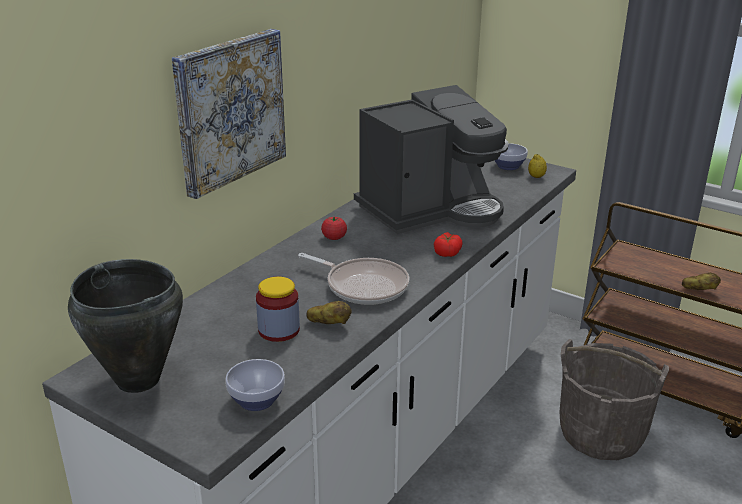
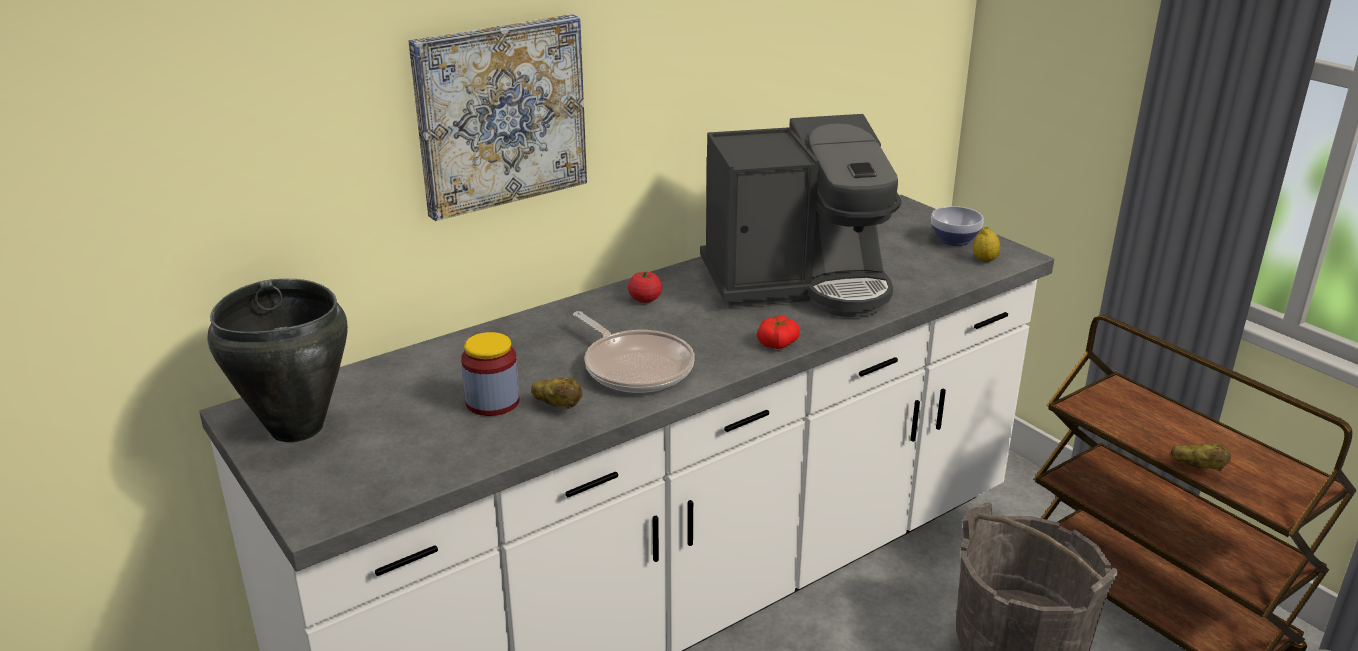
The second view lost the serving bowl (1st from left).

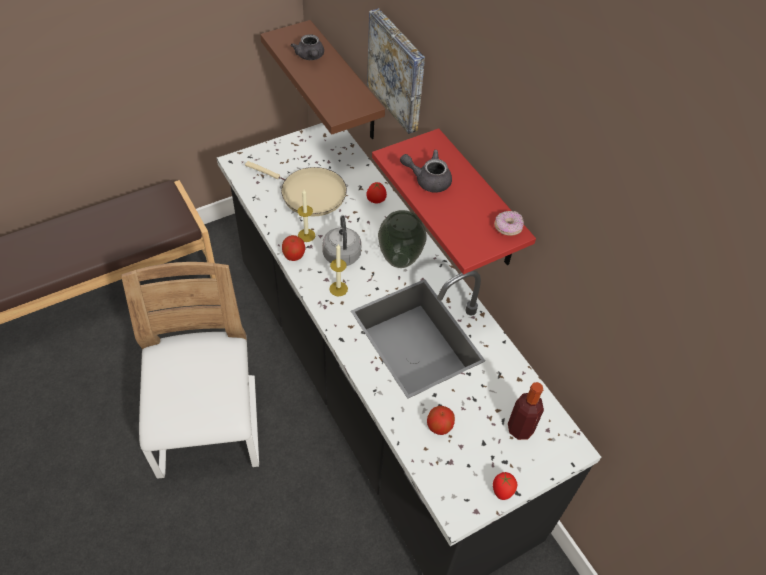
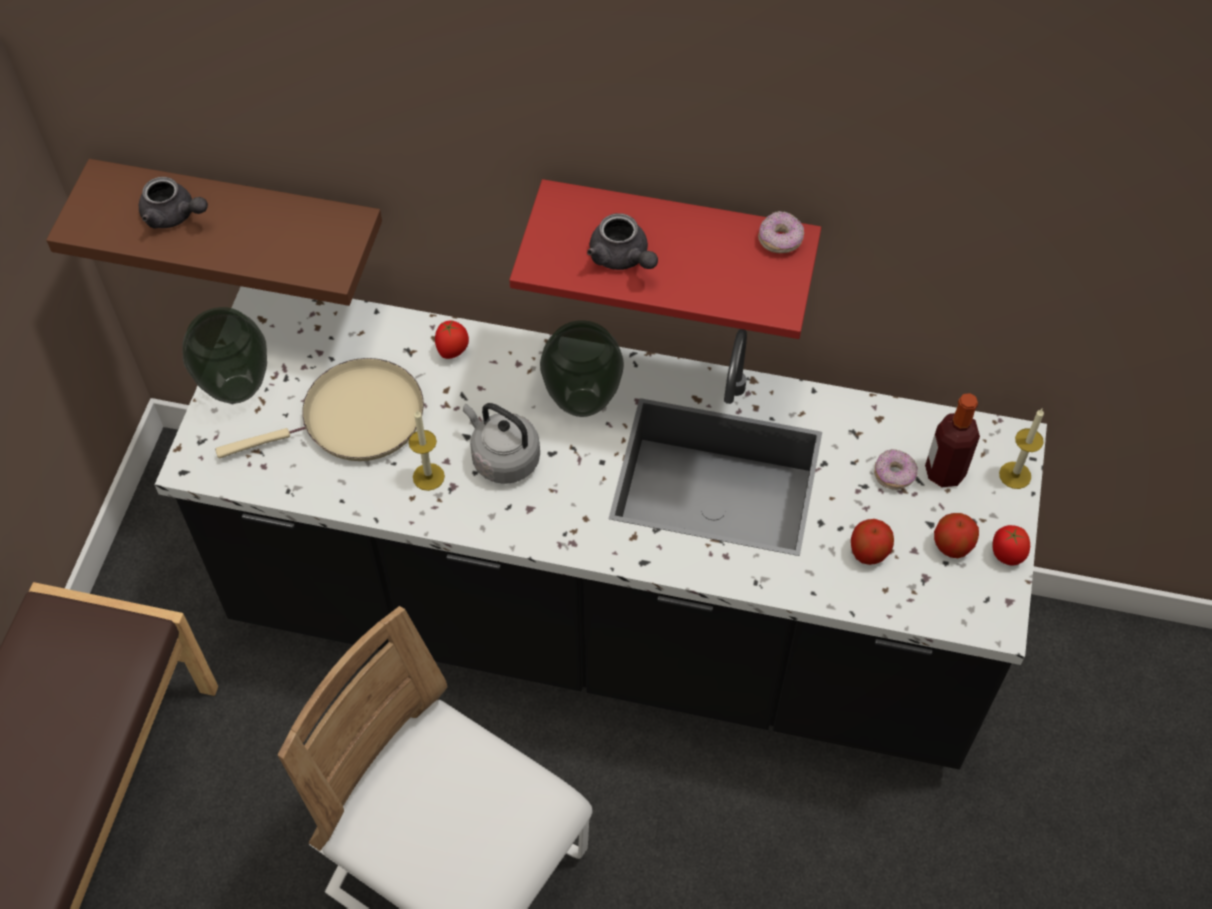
The apple fruit (1st from left in the first image) ended up elsewhere.
The wax candle (2nd from left) ended up elsewhere.
The second view lost the wall art.
The grey tea pot (2nd from left) ended up facing another way, 90 degrees counterclockwise from before.
The second view gained the flower vase (1st from left).
The second view gained the donut (2nd from left).

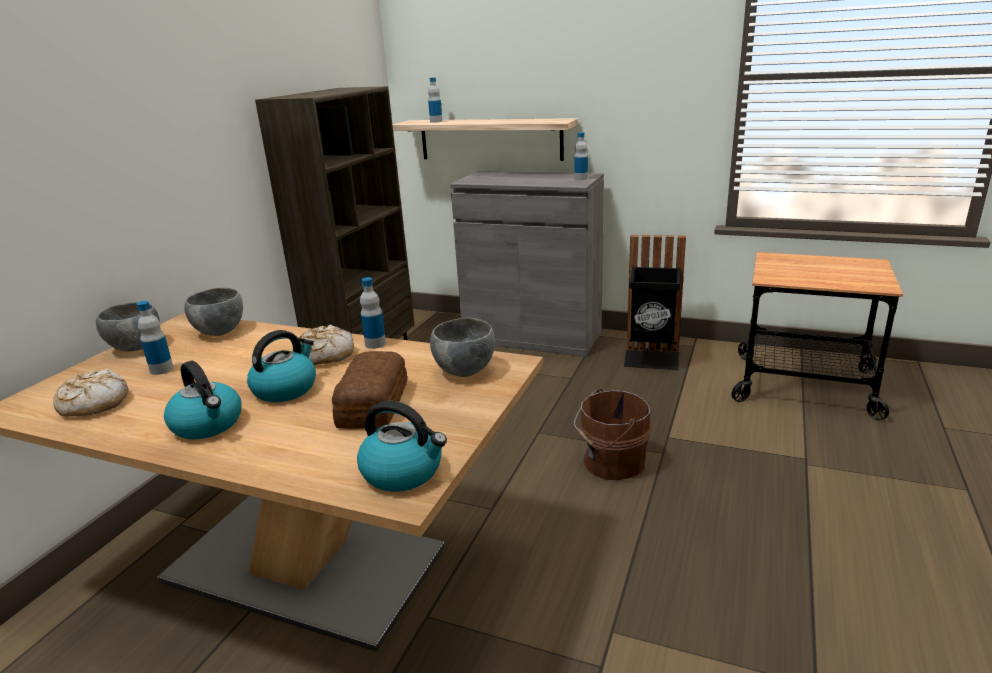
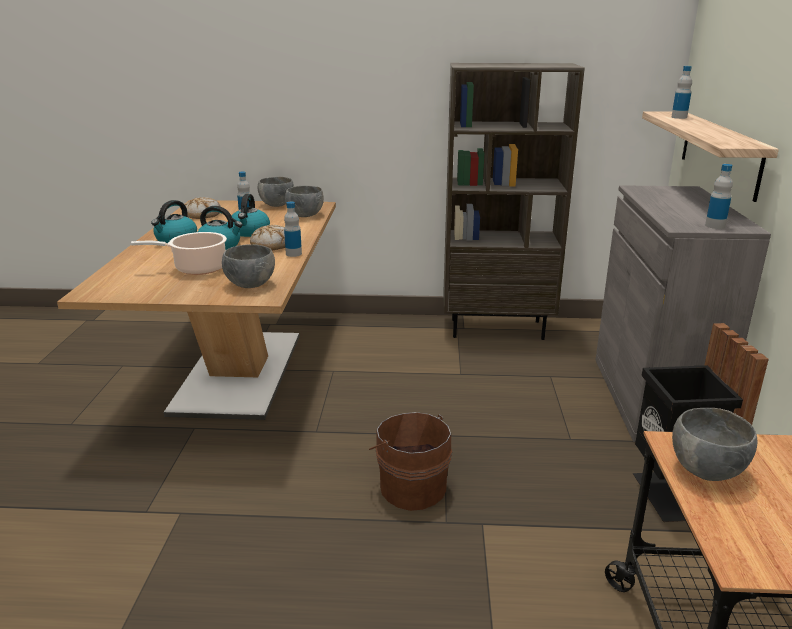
Where the bread (3rd from left) stood, the stockpot came to stand.
The water kettle (3rd from left) ended up elsewhere.
The second view gained the grey serving bowl (4th from left).

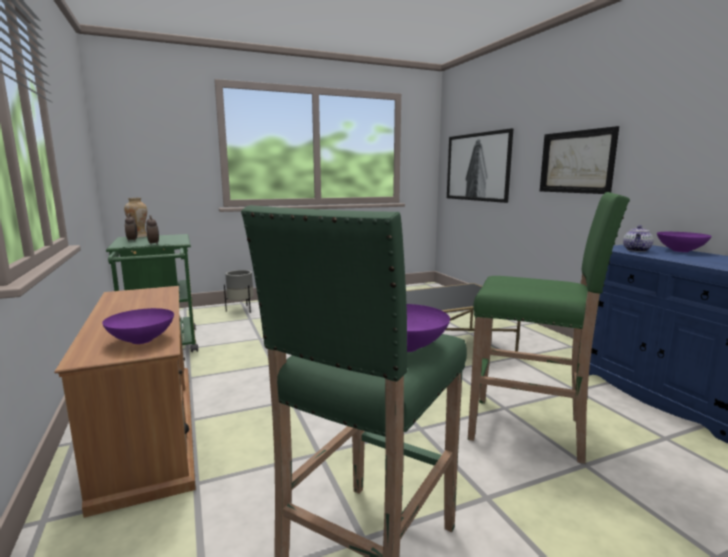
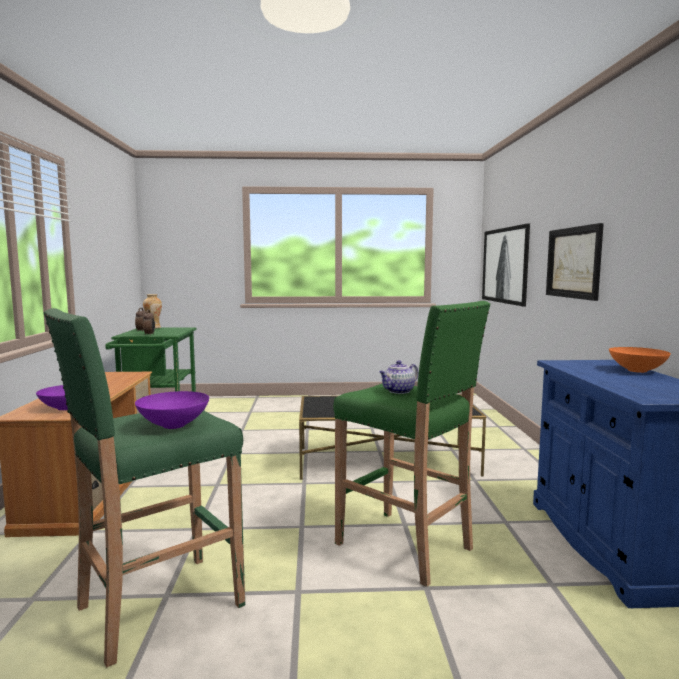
The second view lost the grey planter.
The tea pot ended up elsewhere.
What was the purple-coloured serving bowl (3rd from left) turned into the orangey serving bowl.

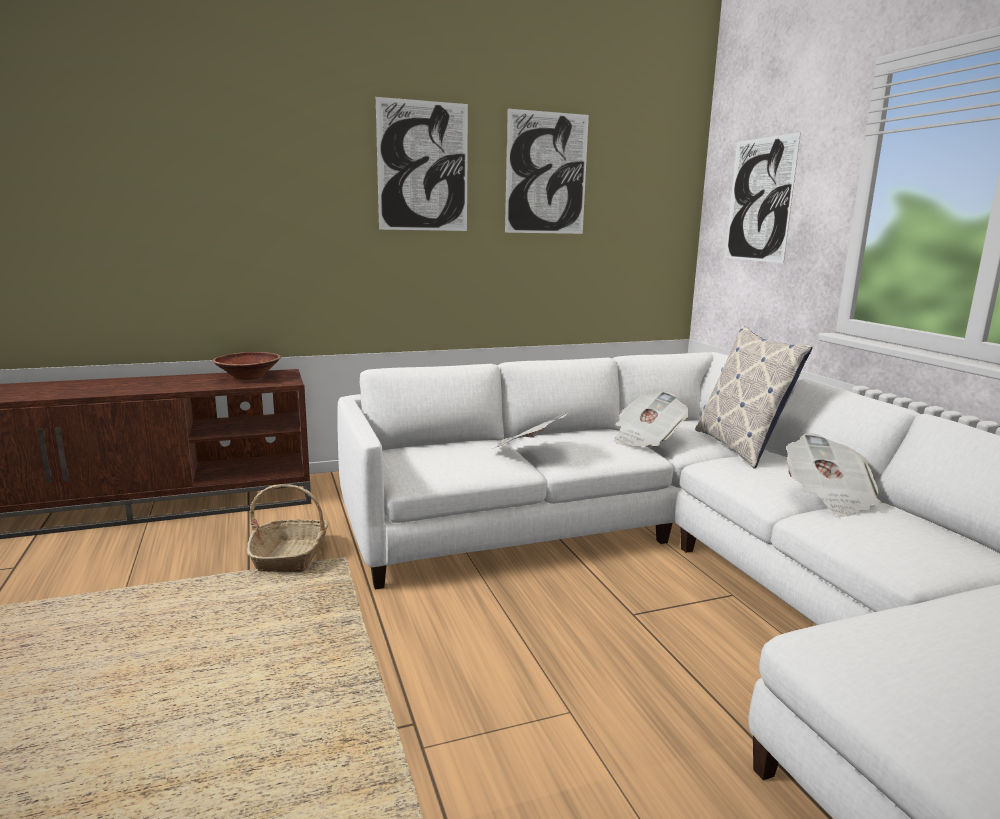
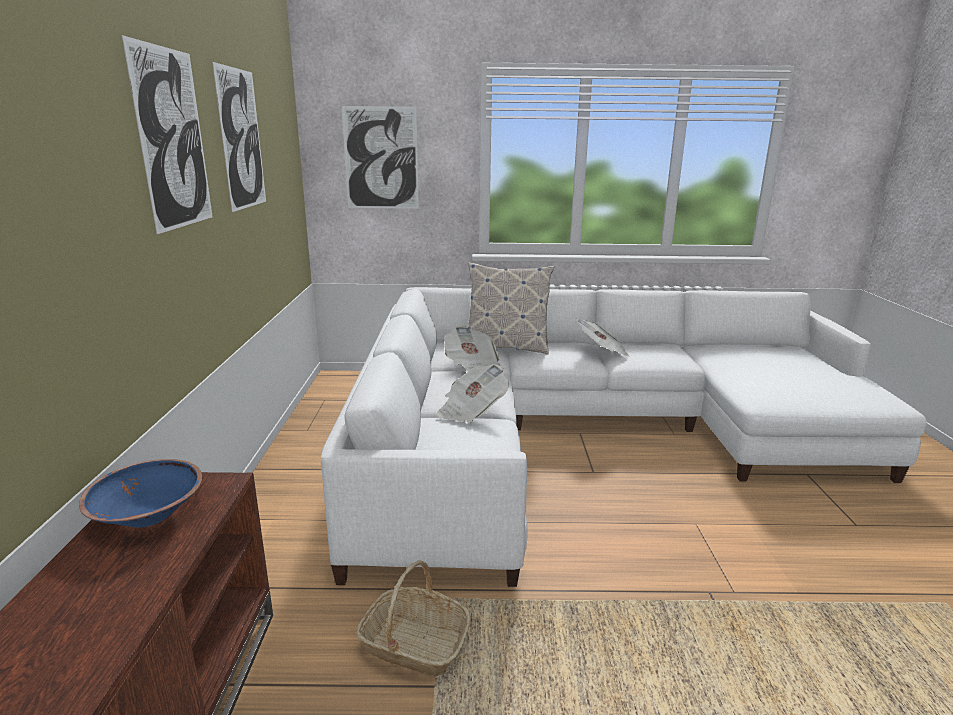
What was the brown-coloured serving bowl turned into the blue serving bowl.

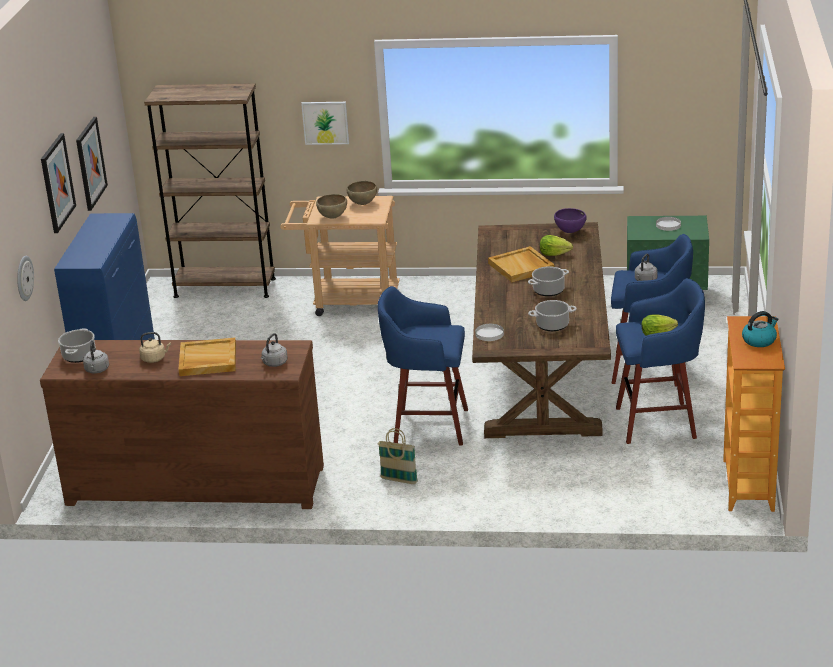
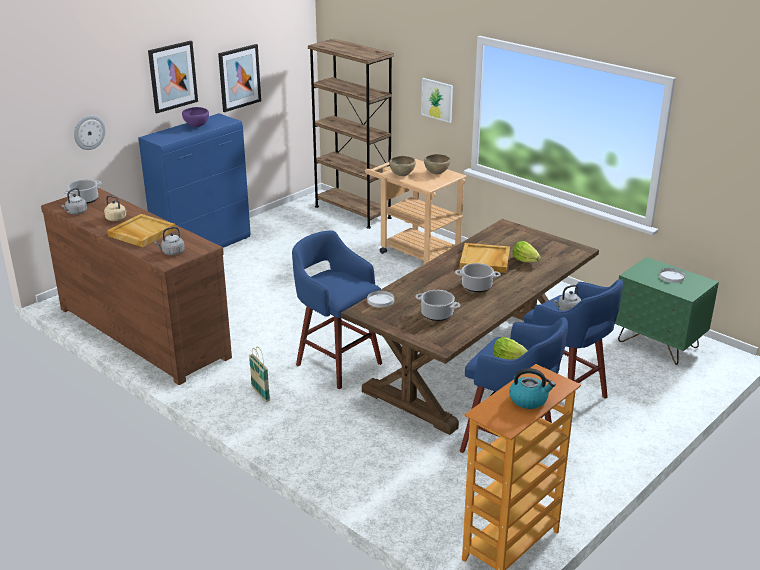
The purple-coloured serving bowl ended up elsewhere.

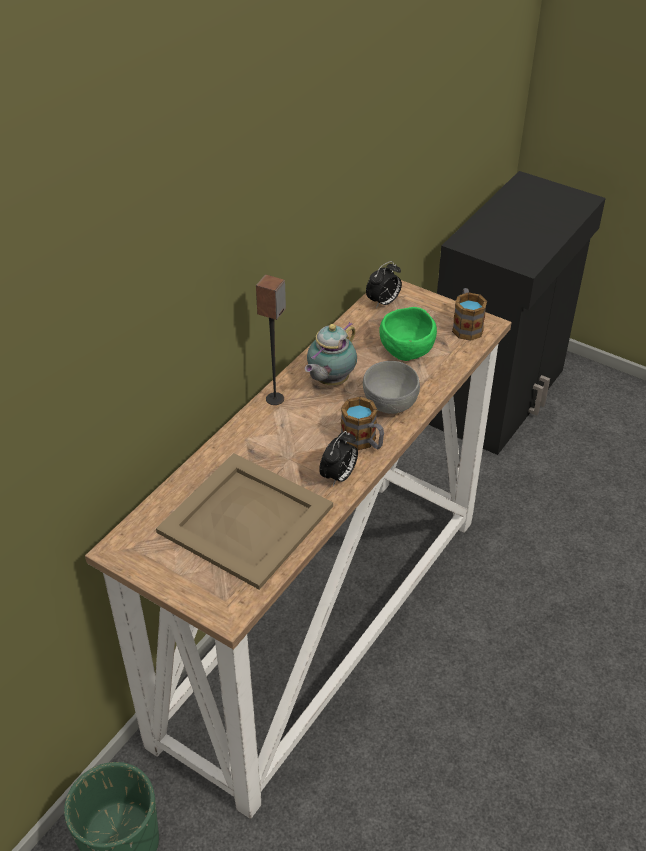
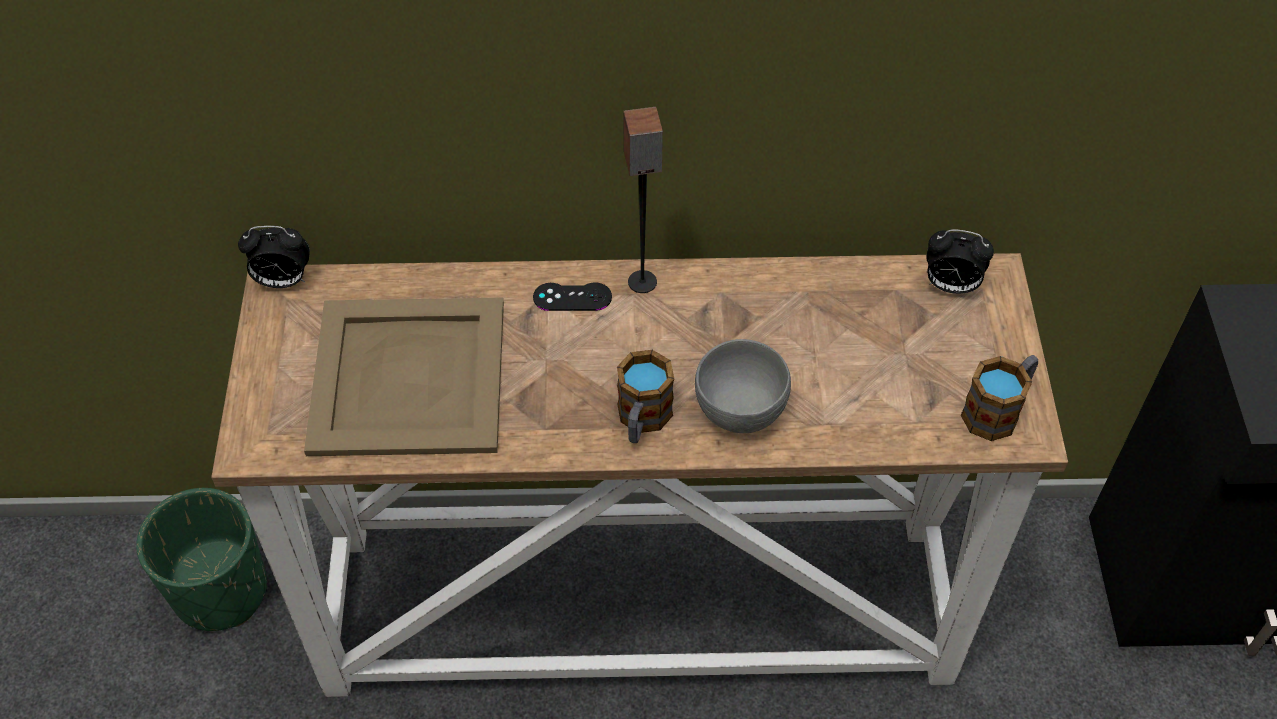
The second view lost the tea pot.
The table clock (1st from left) ended up elsewhere.
The second view lost the green serving bowl.
The second view gained the black joypad.

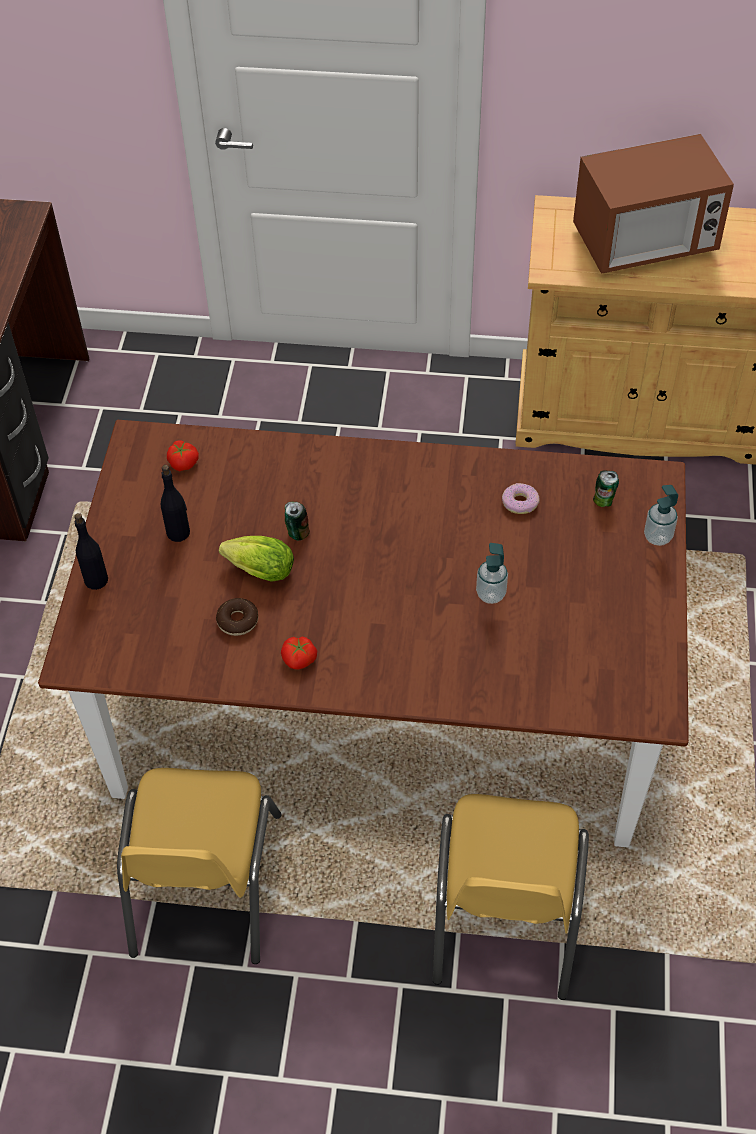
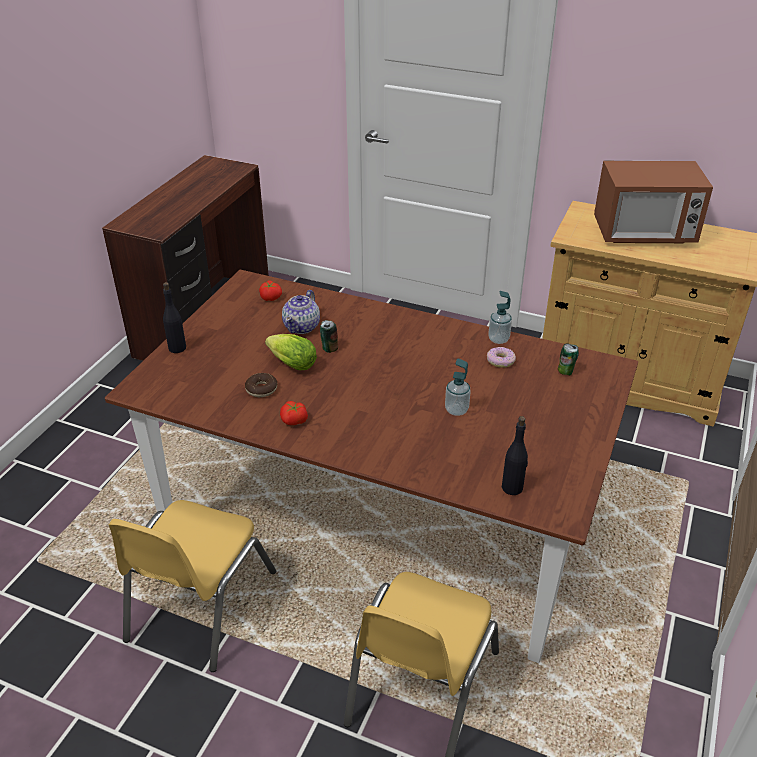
The black beverage bottle (2nd from left) ended up elsewhere.
The soap dispenser (2nd from left) ended up elsewhere.
The second view gained the tea pot.

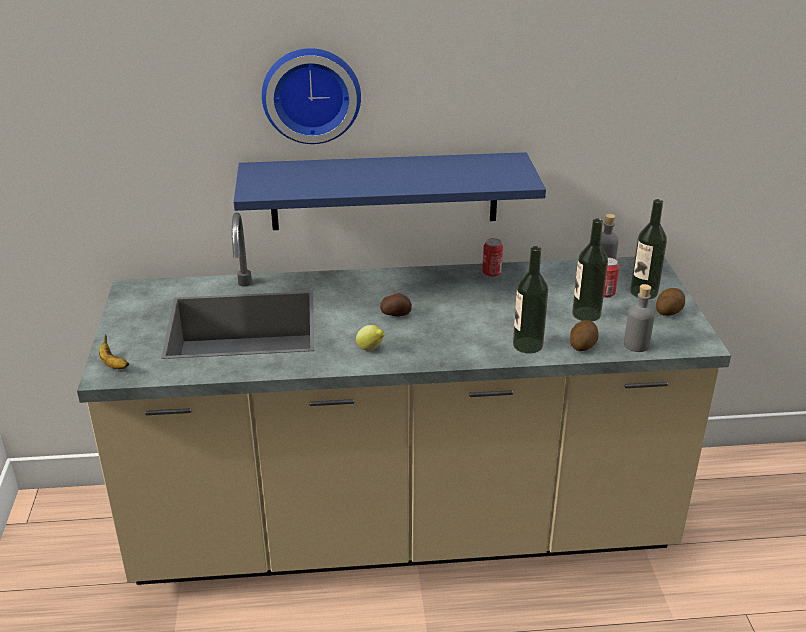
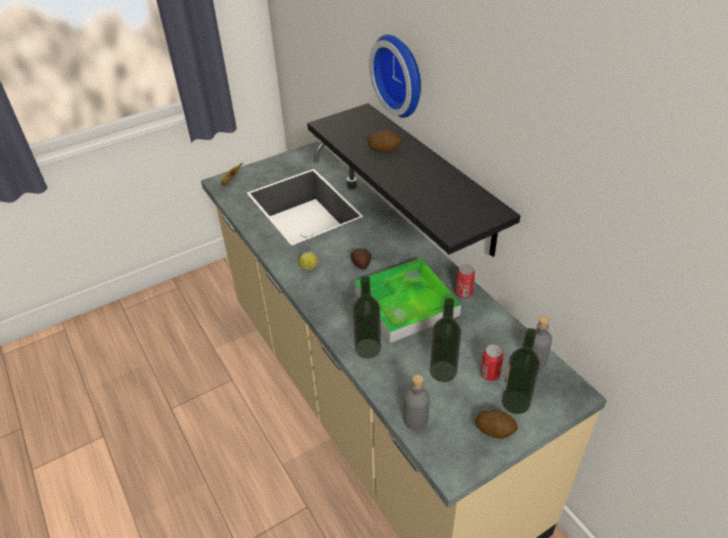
What was the blue bracket shelf turned into the black bracket shelf.
The spud (2nd from left) ended up elsewhere.
The second view gained the tray.

